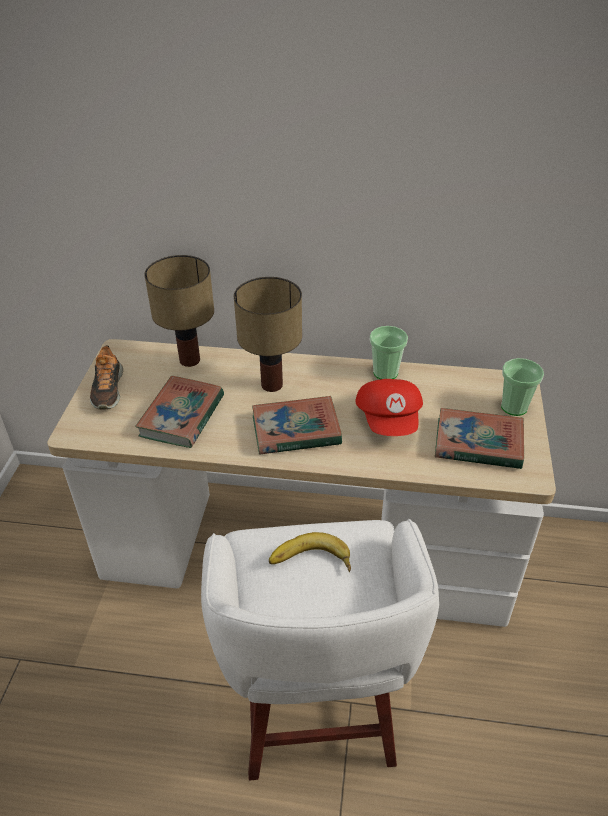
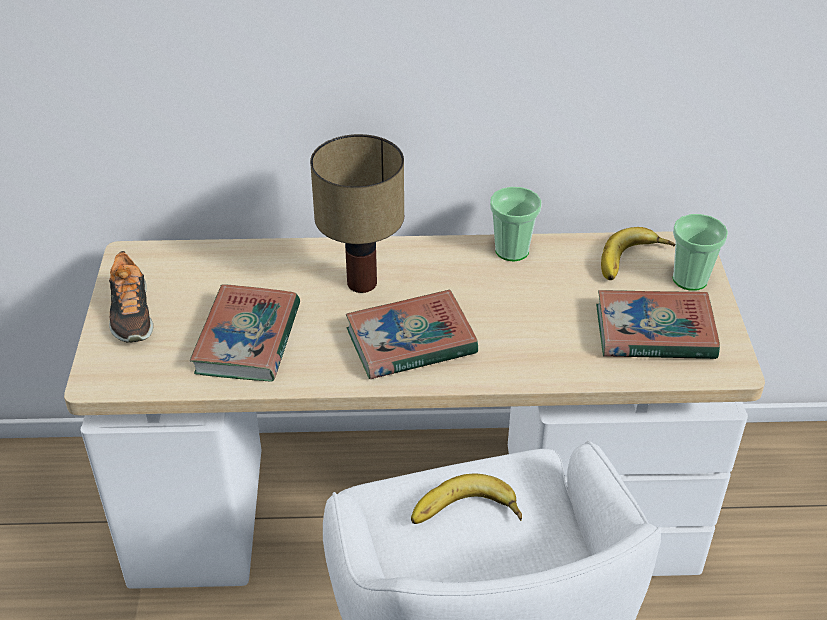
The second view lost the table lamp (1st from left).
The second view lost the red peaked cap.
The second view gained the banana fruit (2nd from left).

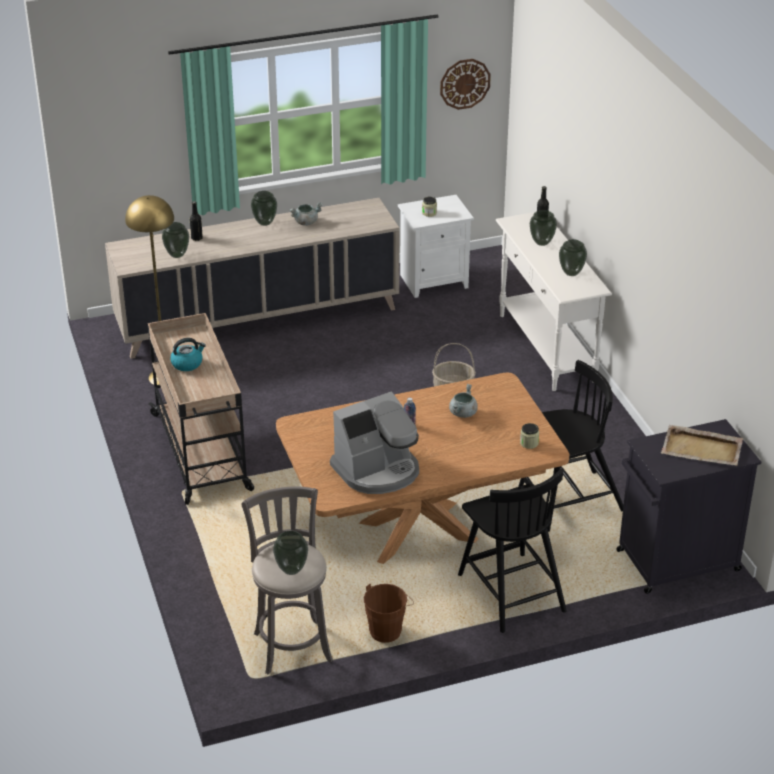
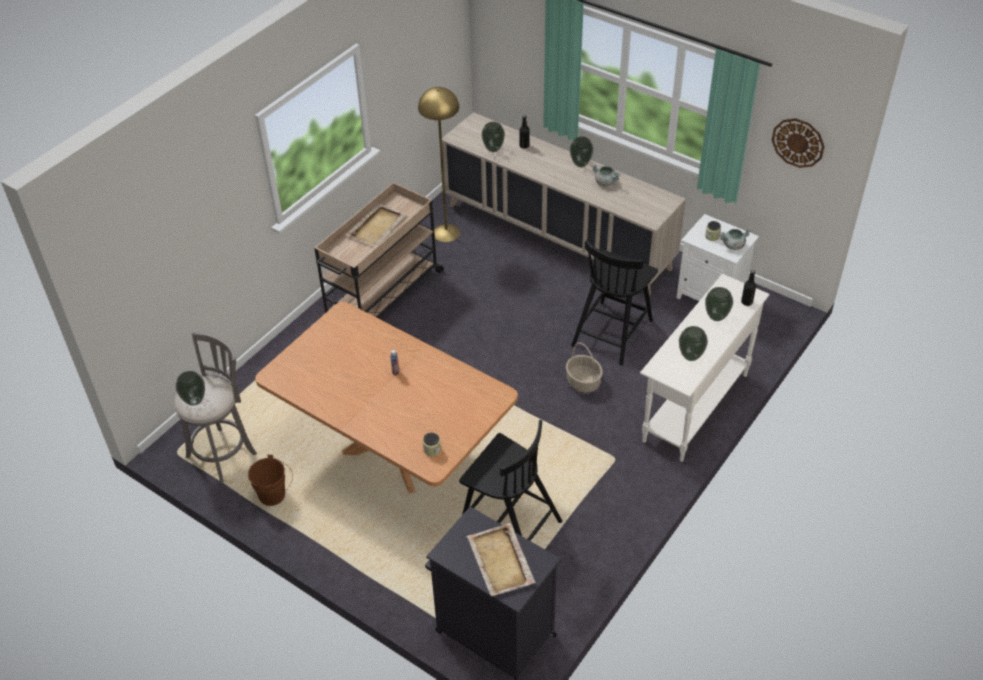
Where the water kettle stood, the beige-coloured tray (1st from left) came to stand.
The second view lost the coffee machine.
The grey stockpot (2nd from left) ended up elsewhere.
The black chair (1st from left in the first image) ended up elsewhere.

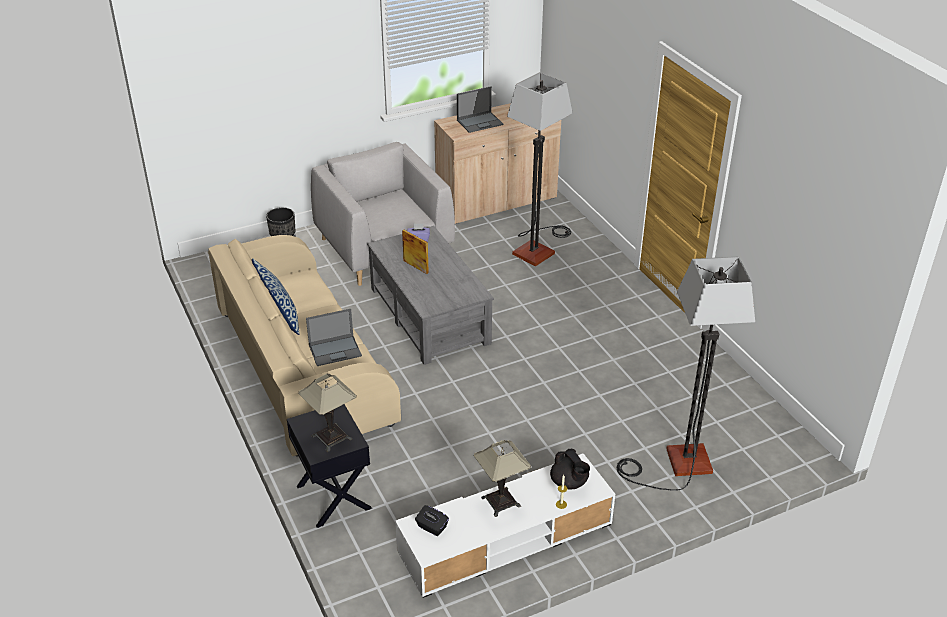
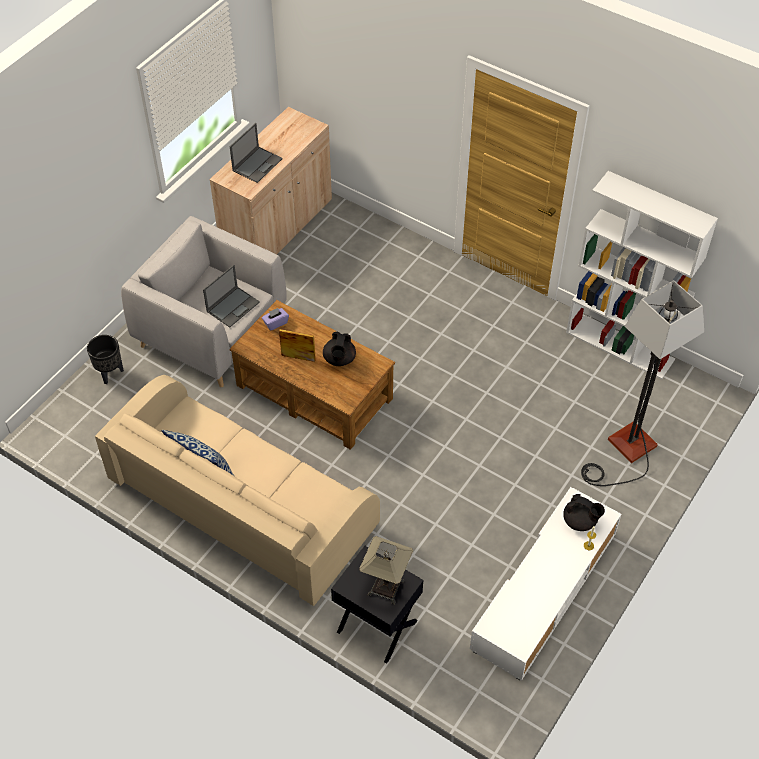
The notebook computer (1st from left) ended up elsewhere.
What was the grey coffee table turned into the brown-coloured coffee table.
The second view lost the black tissue holder.
The second view lost the table lamp (2nd from left).
The second view lost the floor lamp (1st from left).
The second view gained the black tea pot (1st from left).
The second view gained the white shelving unit.

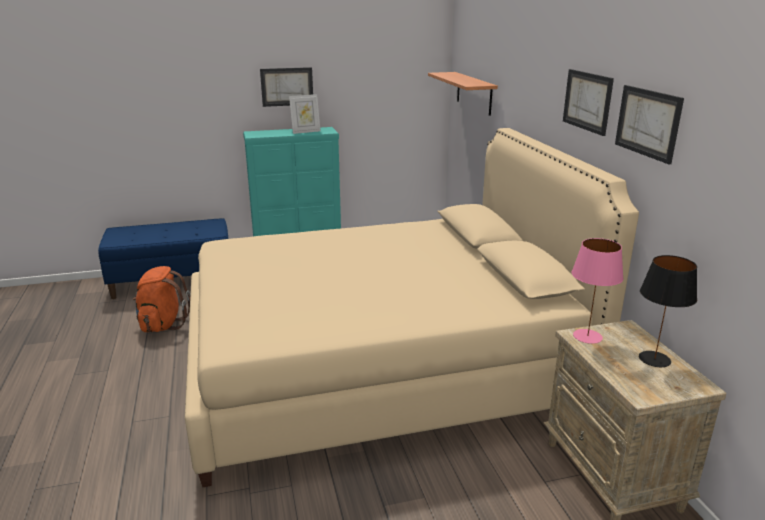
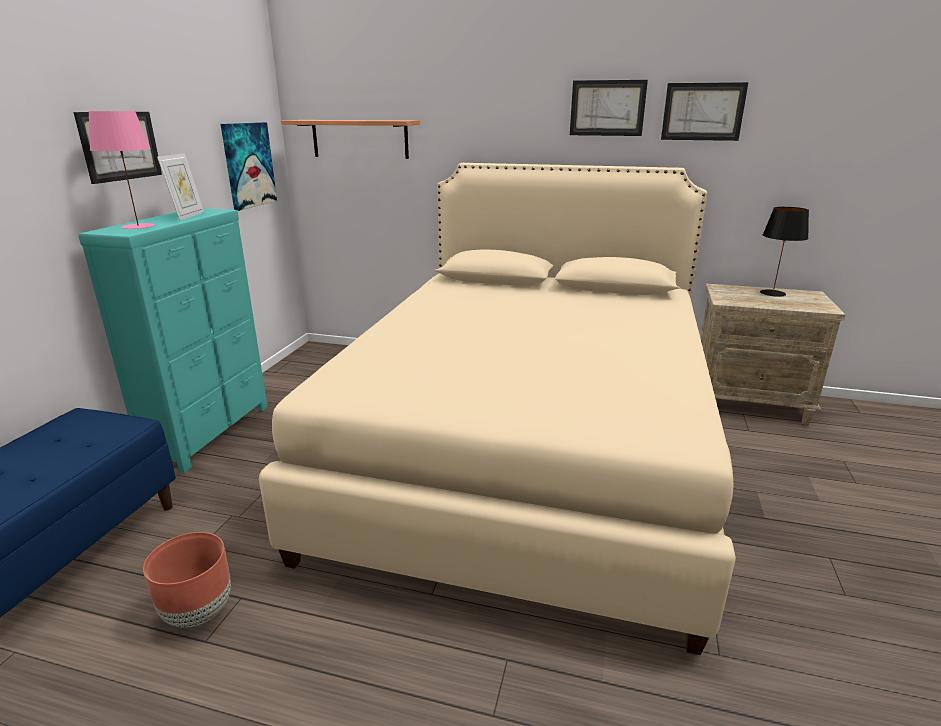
Where the orangey knapsack stood, the brown-coloured planter came to stand.
The pink-coloured table lamp ended up elsewhere.
The second view gained the wall art (2nd from left).

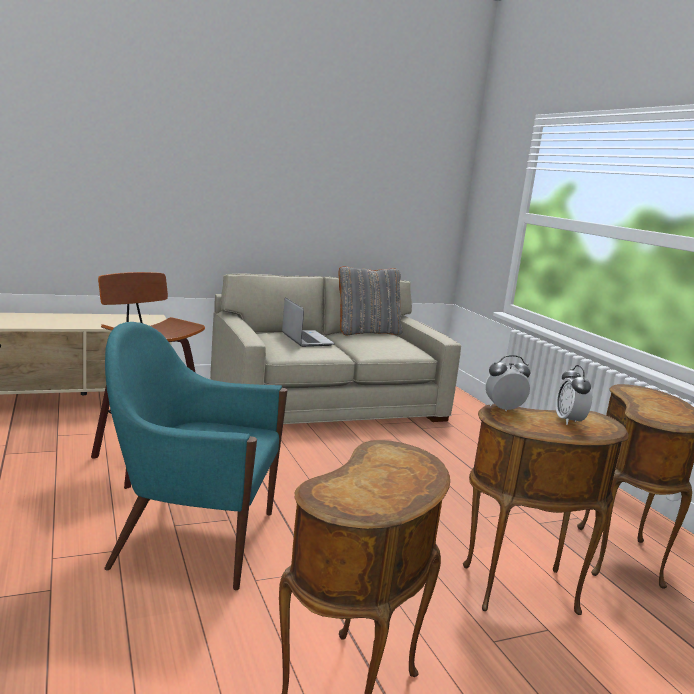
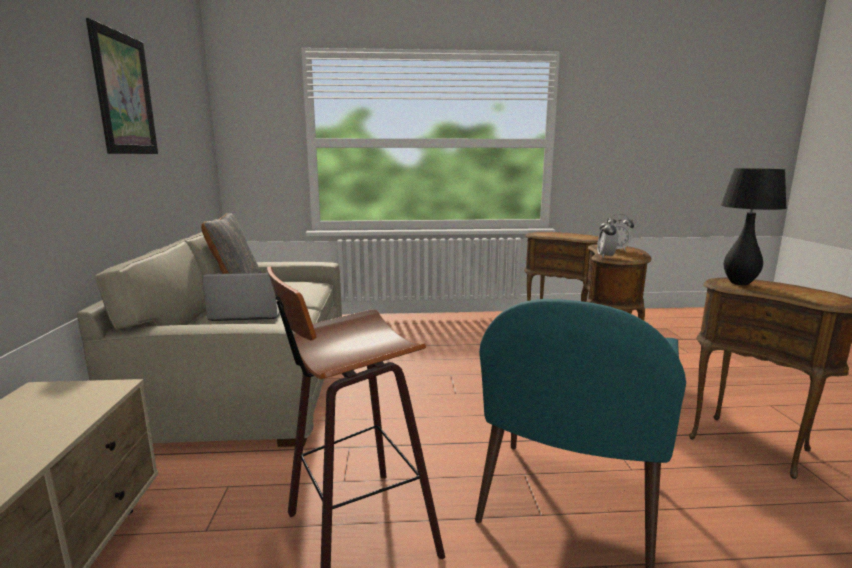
The second view gained the wall art.
The second view gained the black table lamp.

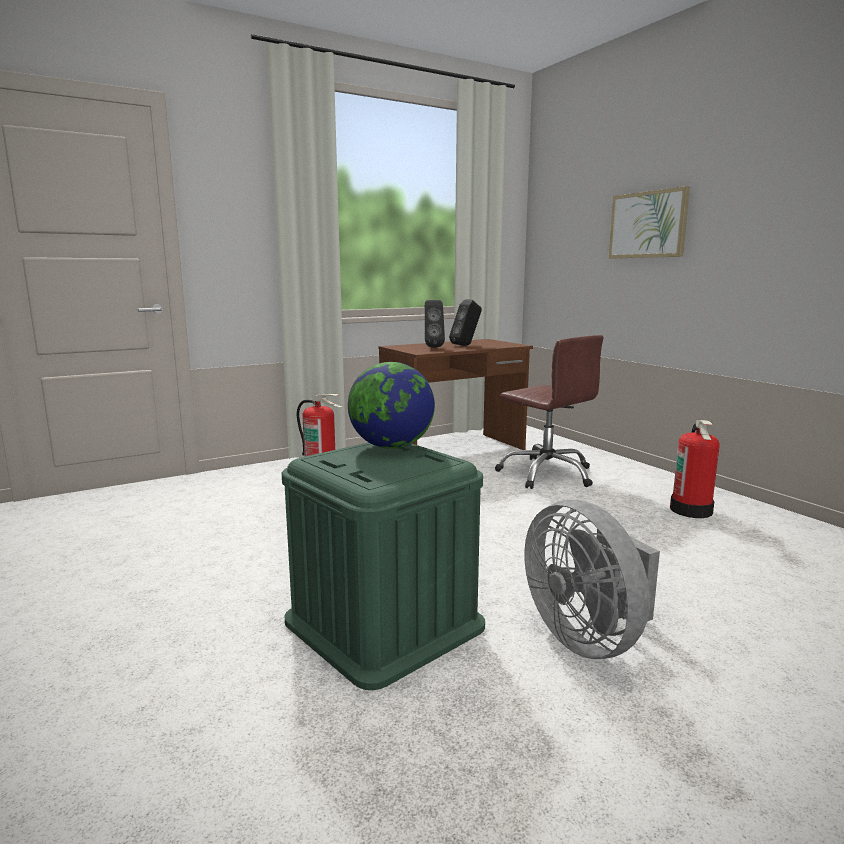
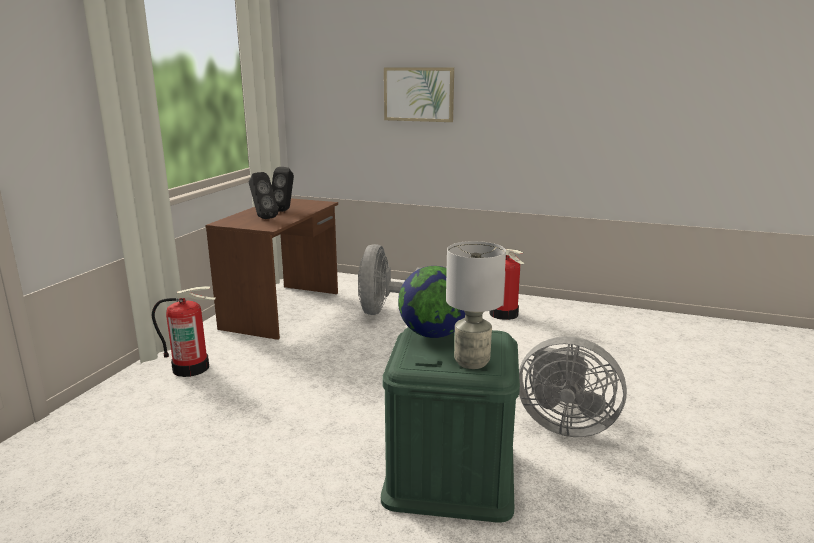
Where the brown-coloured office chair stood, the grey cooling fan (1st from left) came to stand.
The second view gained the grey table lamp.

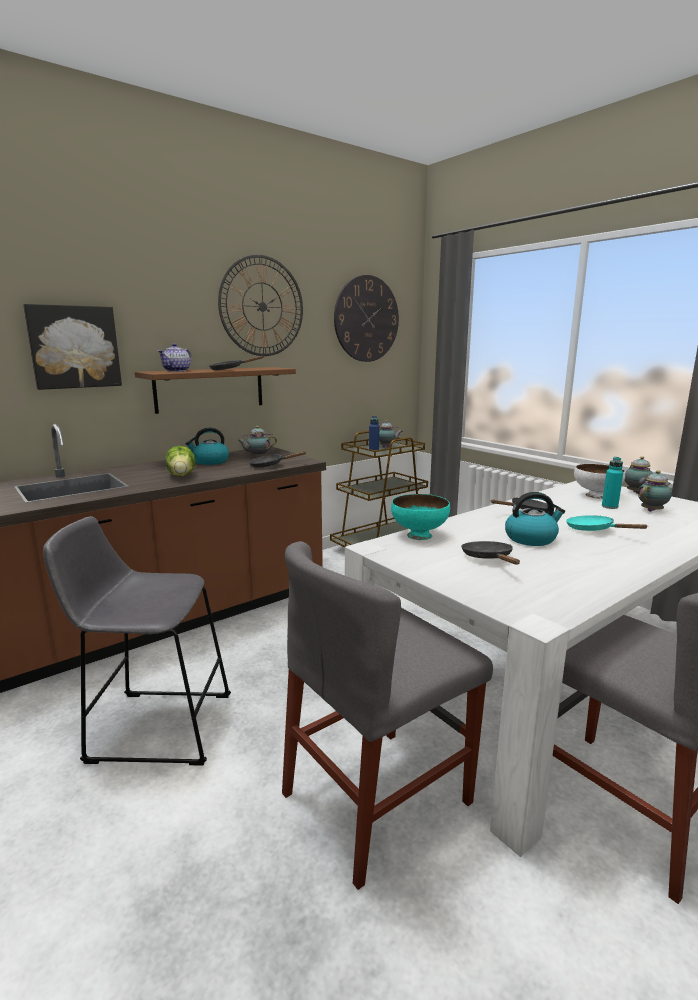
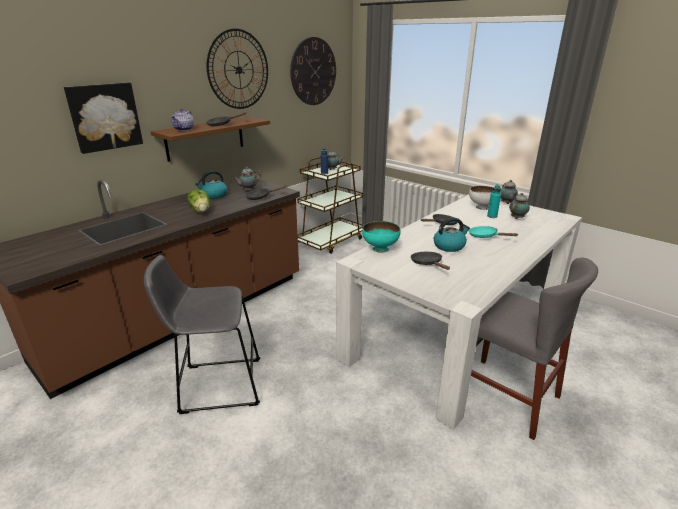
The second view lost the grey chair (1st from left).

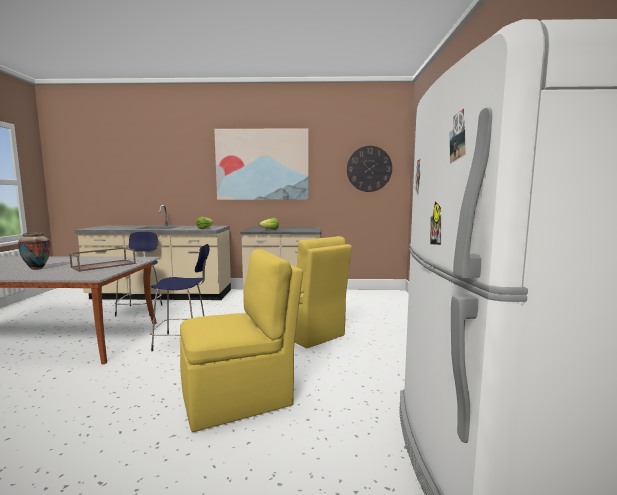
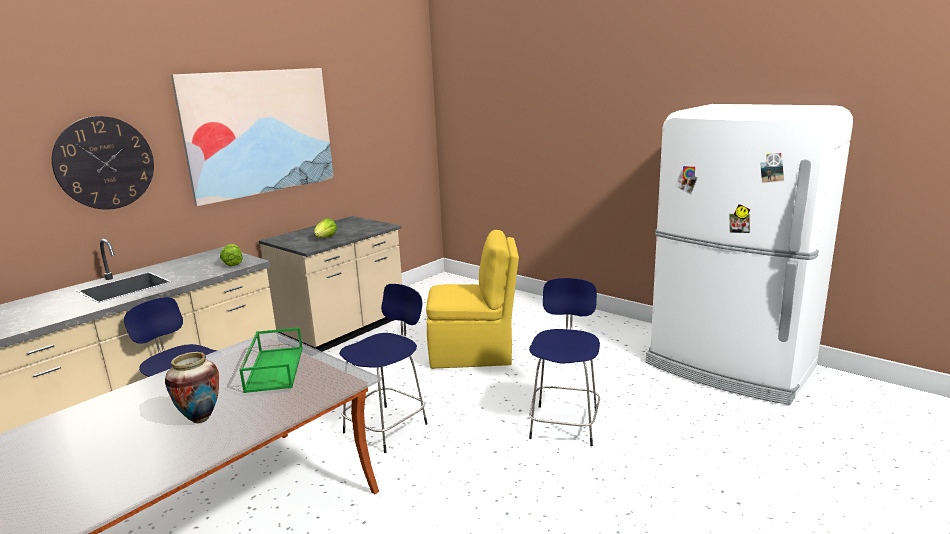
What was the brown-coloured tray turned into the green tray.
Where the yellowish chair (1st from left) stood, the blue stool seat (3rd from left) came to stand.
The hanging clock ended up elsewhere.

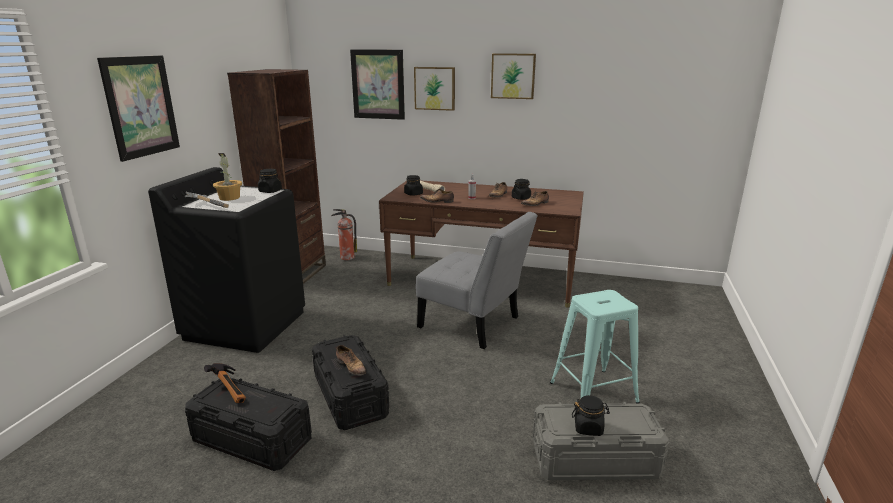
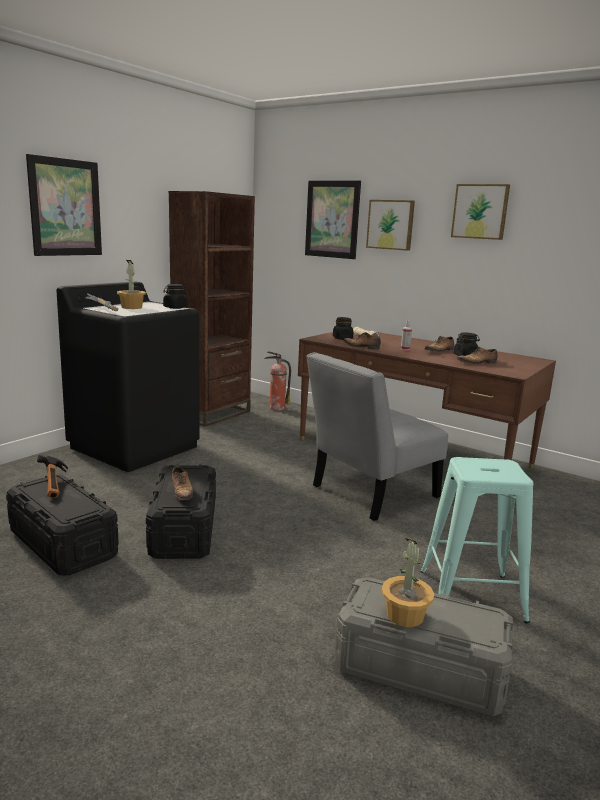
The grey chair ended up facing another way, 90 degrees clockwise from before.
Where the black preserve jar (4th from left) stood, the houseplant (2nd from left) came to stand.

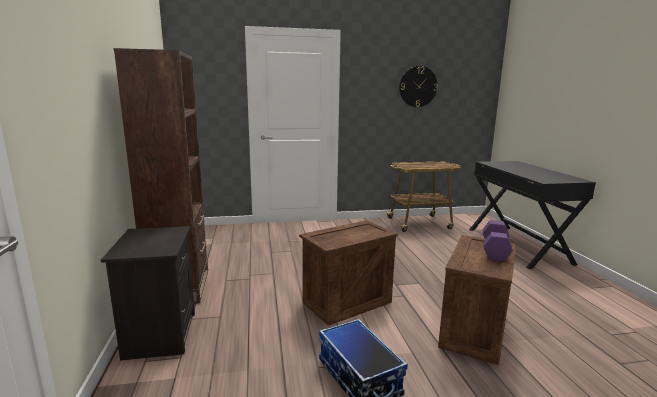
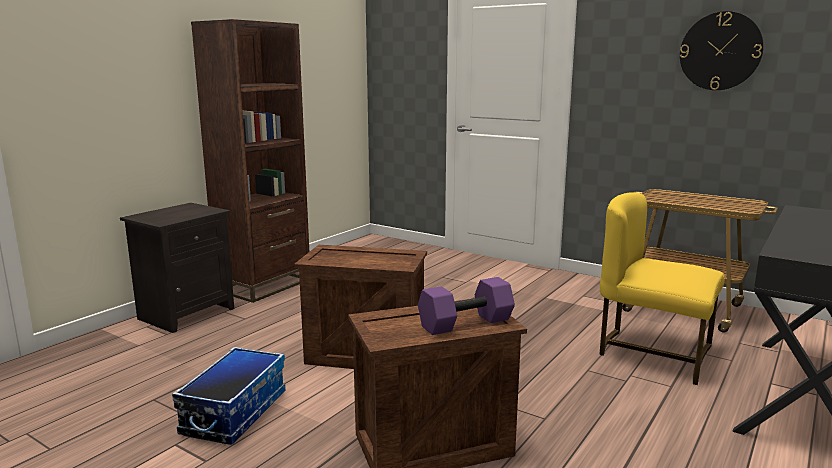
The second view gained the yellowish chair.

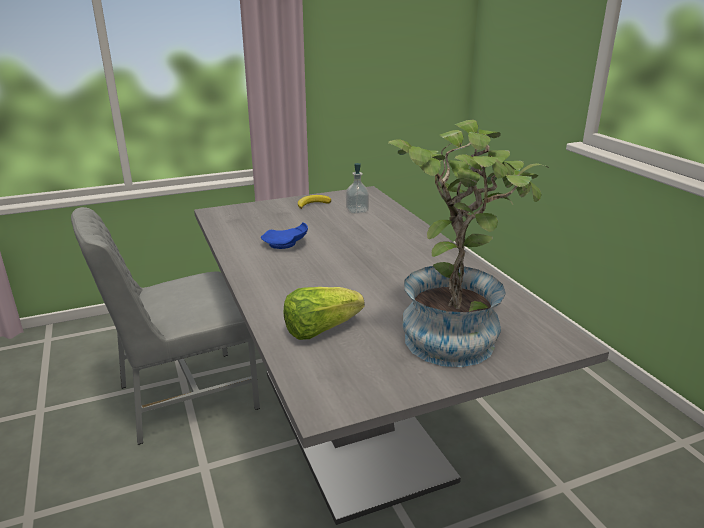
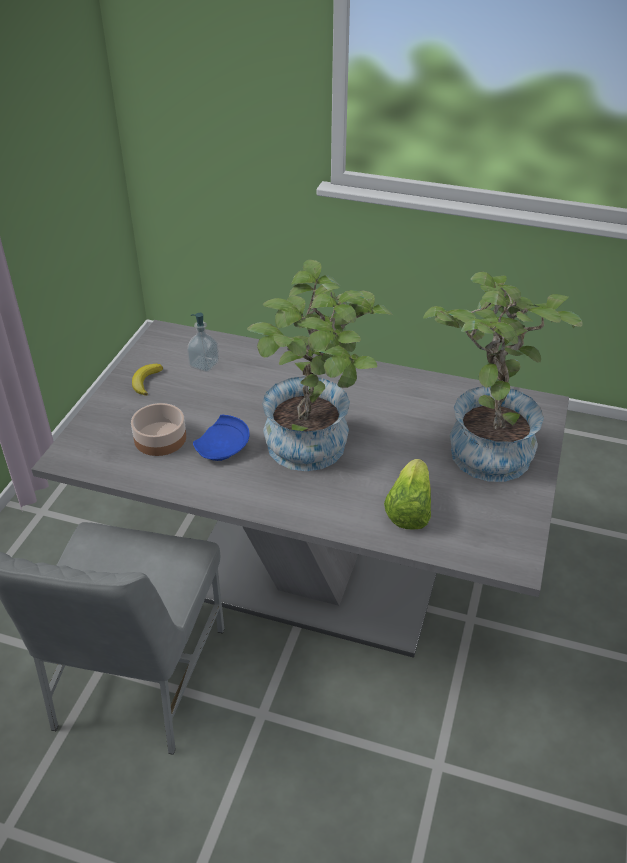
The second view gained the serving bowl.
The second view gained the houseplant (1st from left).

